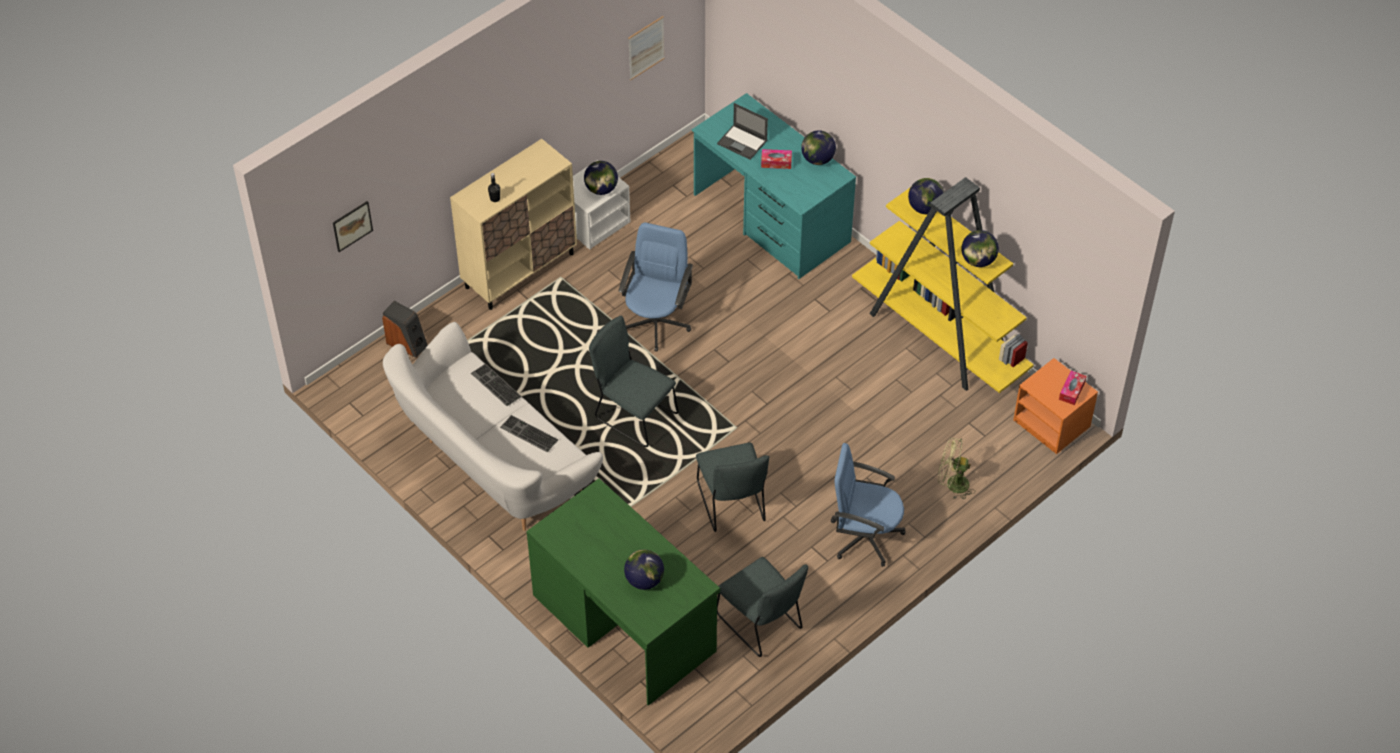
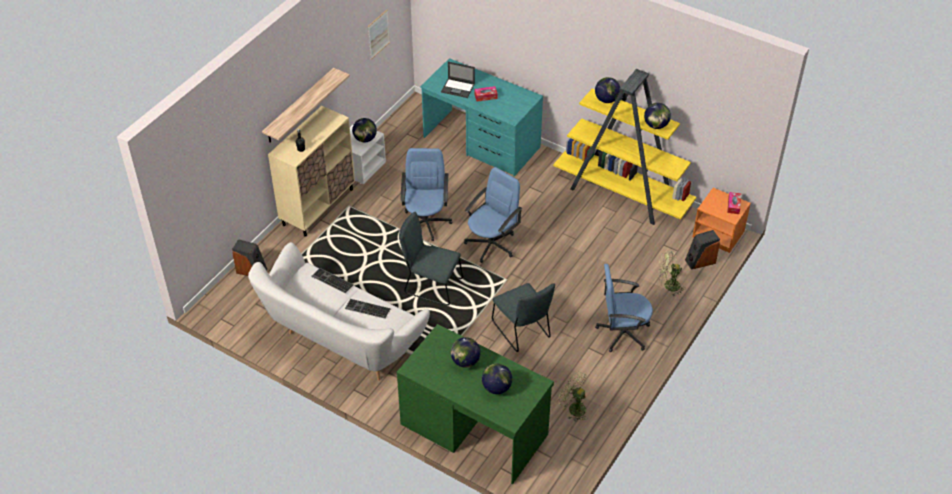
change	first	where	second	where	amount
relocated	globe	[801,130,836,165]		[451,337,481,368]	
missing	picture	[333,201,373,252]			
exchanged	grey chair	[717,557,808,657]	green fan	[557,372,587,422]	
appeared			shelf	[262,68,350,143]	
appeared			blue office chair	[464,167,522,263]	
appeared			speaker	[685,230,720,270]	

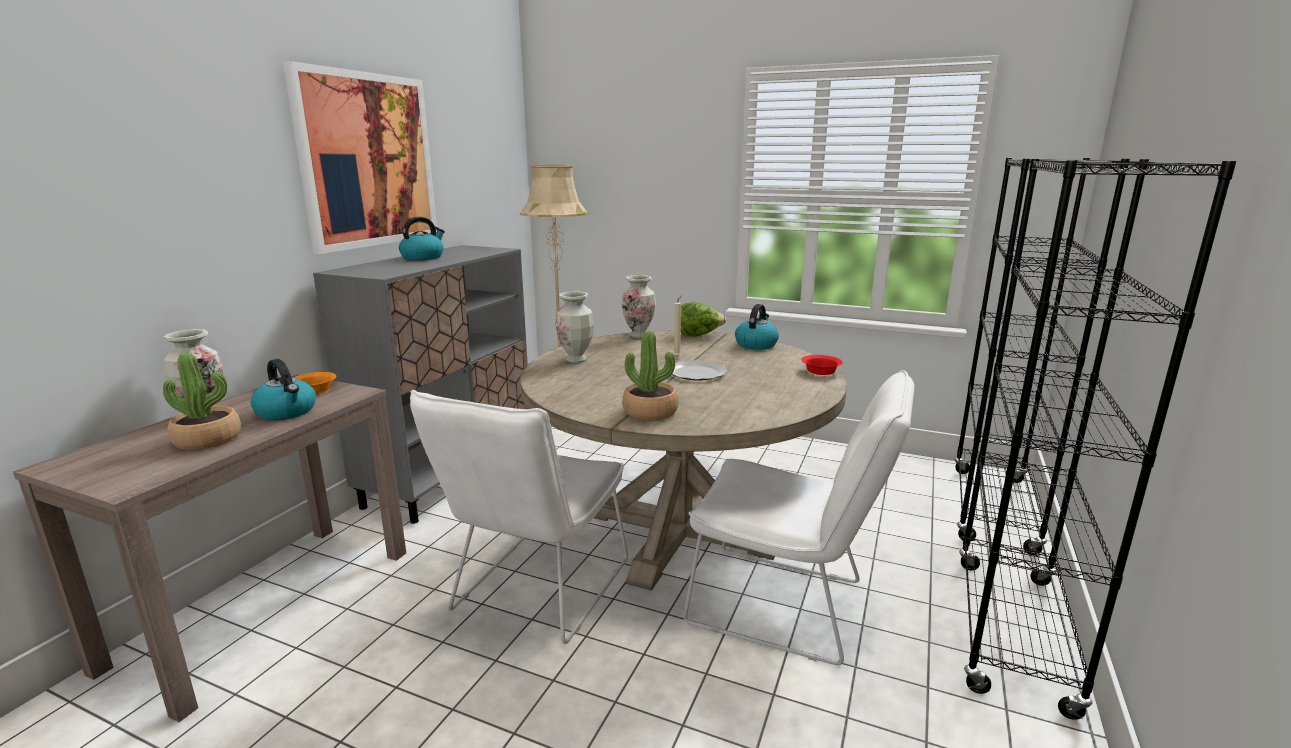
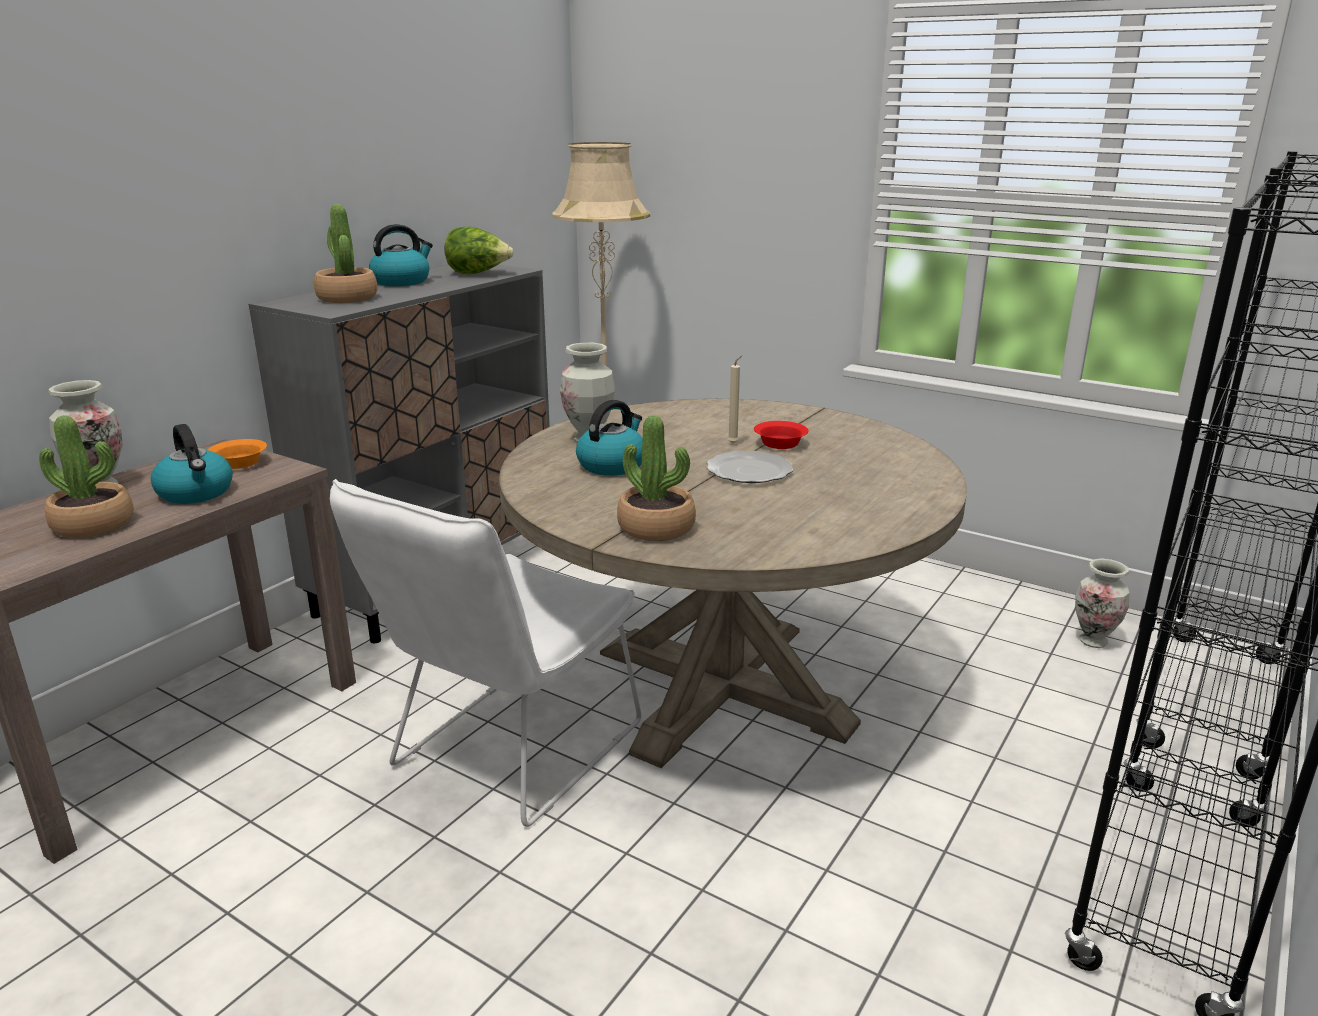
change	first	where	second	where	amount
missing	picture	[283,61,437,254]			
relocated	vase	[622,275,656,338]		[1075,558,1130,648]	
relocated	lettuce	[681,302,726,337]		[445,227,513,274]	
relocated	kettle	[735,304,779,350]		[576,400,643,476]	
relocated	red bowl	[801,355,843,375]		[754,421,809,449]	
missing	white chair	[683,370,914,665]			
appeared			potted plant	[314,204,377,303]	

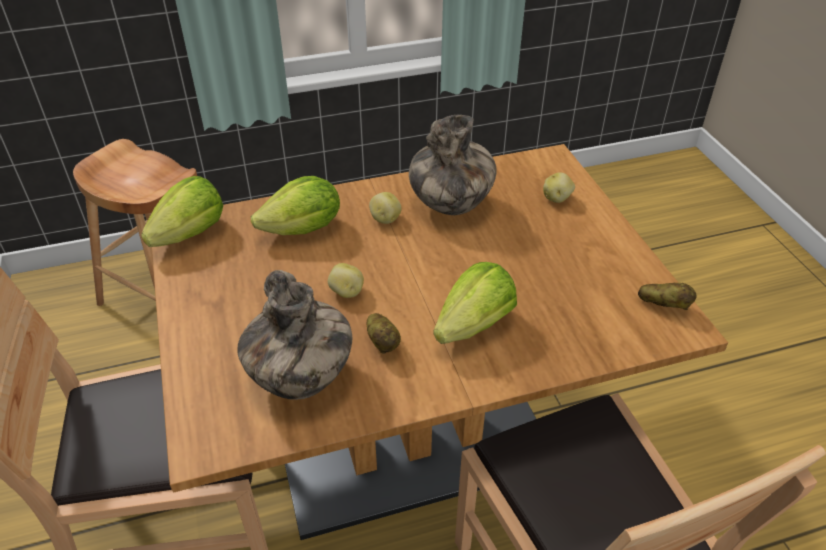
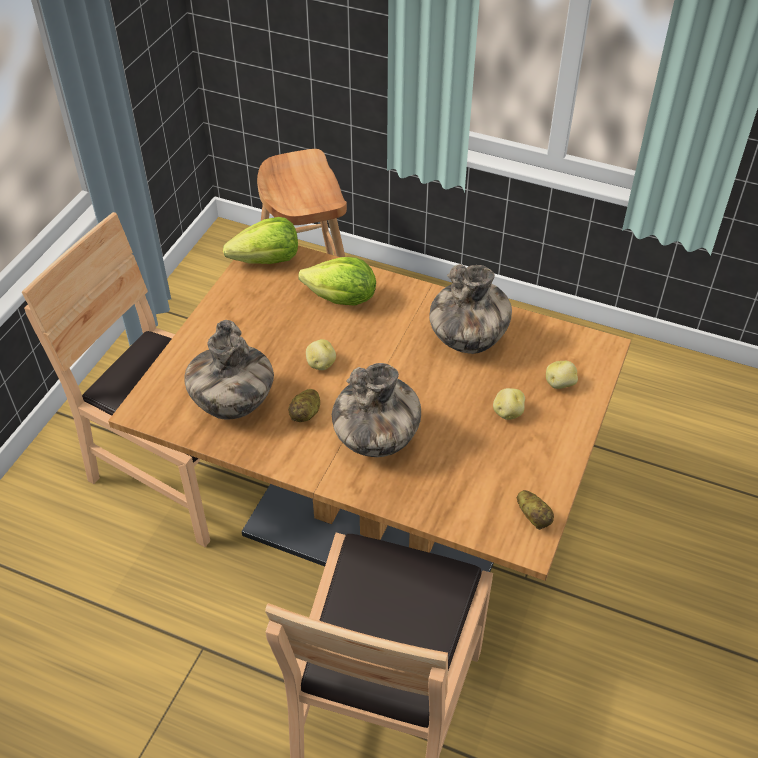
change	first	where	second	where	amount
relocated	potato	[369,192,402,224]		[493,388,525,420]	
exchanged	lettuce	[433,262,517,344]	vase	[332,363,421,457]	

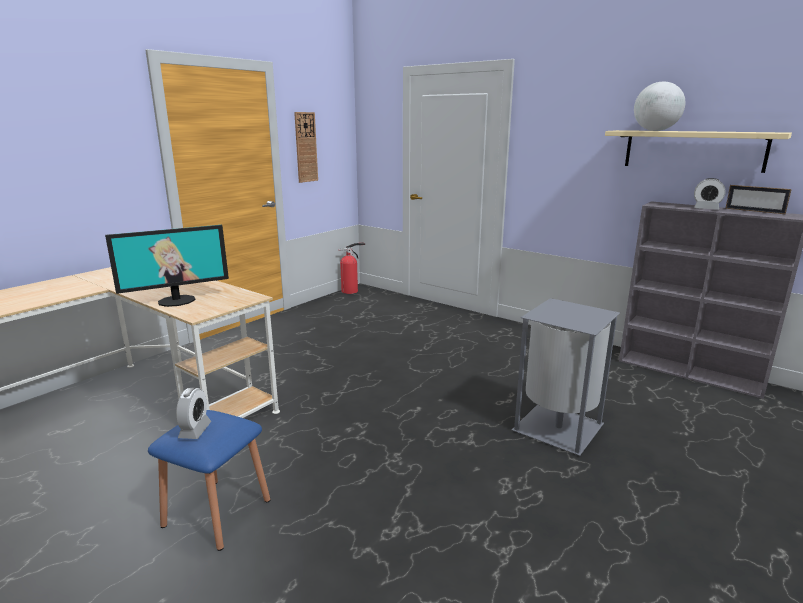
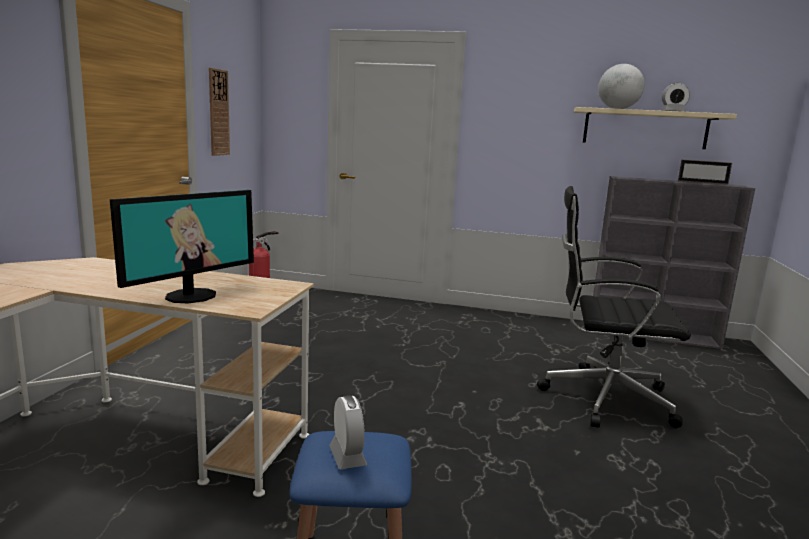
change	first	where	second	where	amount
relocated	alarm clock	[694,178,726,210]		[662,83,690,111]	
exchanged	grey trash can	[512,298,620,456]	black office chair	[537,186,691,428]	

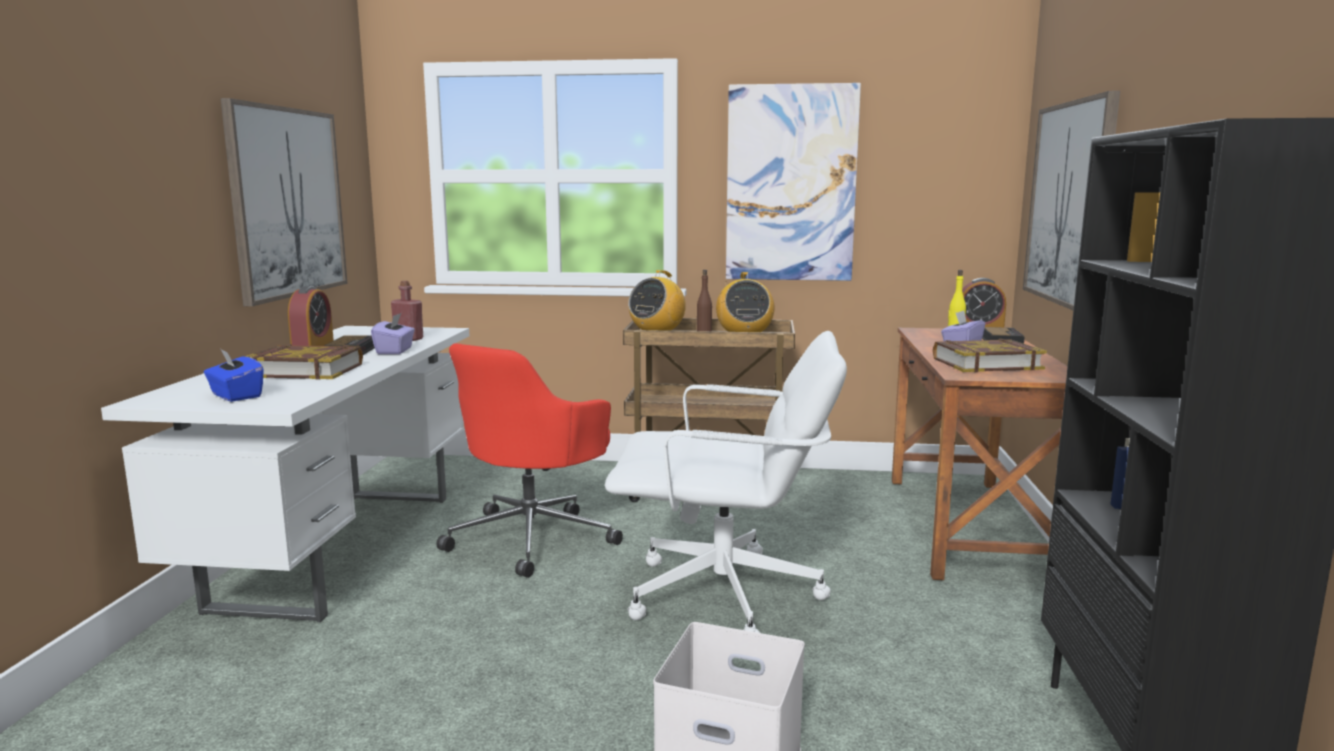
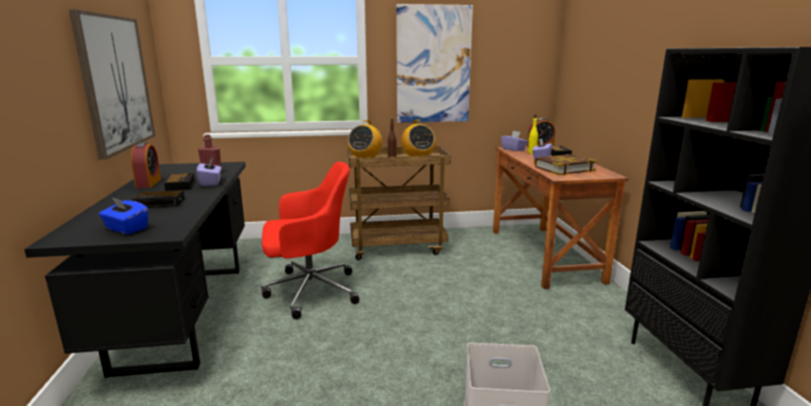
change	first	where	second	where	amount
missing	picture	[1023,91,1120,310]			
colour	white desk	[101,326,469,622]	black desk	[24,162,246,378]	
missing	white office chair	[605,331,847,633]			
spun	red office chair	[436,343,623,578]		[261,162,359,319]	120 degrees counterclockwise
exchanged	book	[245,344,363,380]	alarm clock	[132,190,185,208]	
appeared			purple tissue box	[501,131,528,151]	

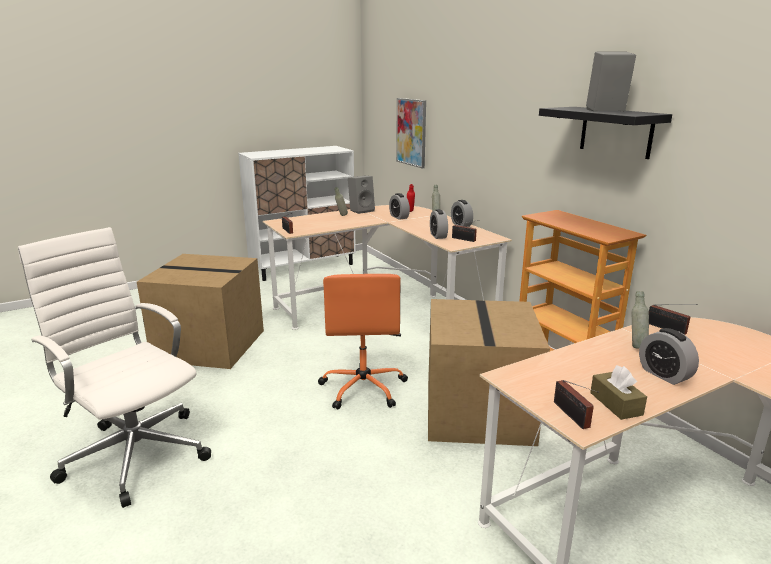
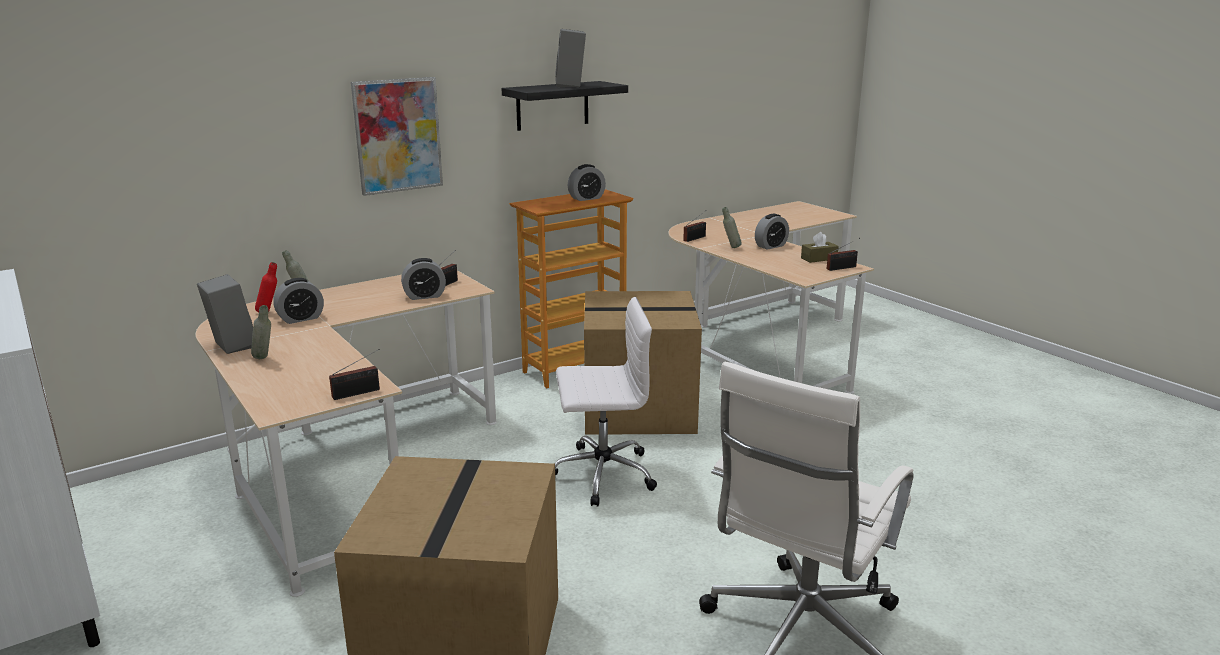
change	first	where	second	where	amount
relocated	picture	[396,98,426,168]		[351,77,443,196]	
relocated	alarm clock	[451,200,473,227]		[568,164,606,201]	
colour	orange office chair	[318,274,408,409]	white office chair	[554,297,657,507]	

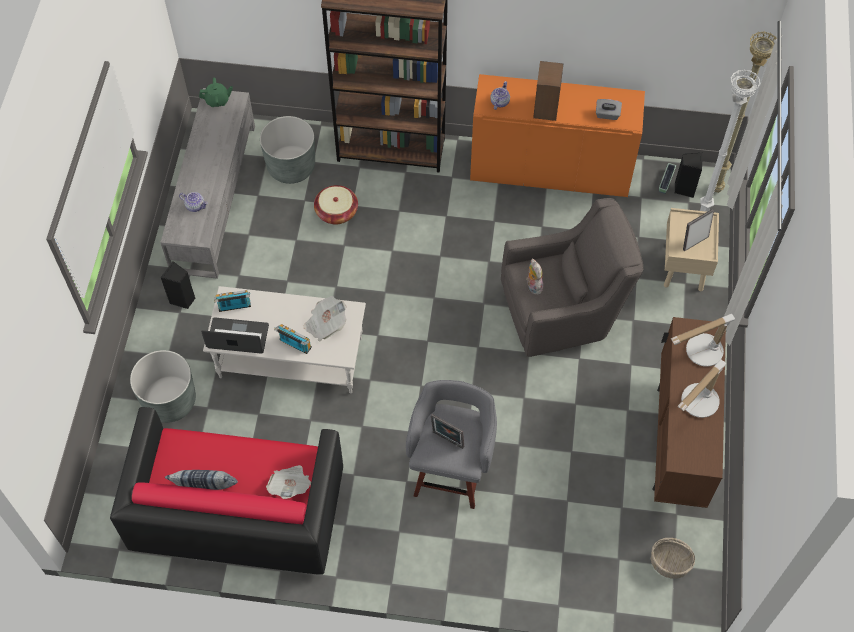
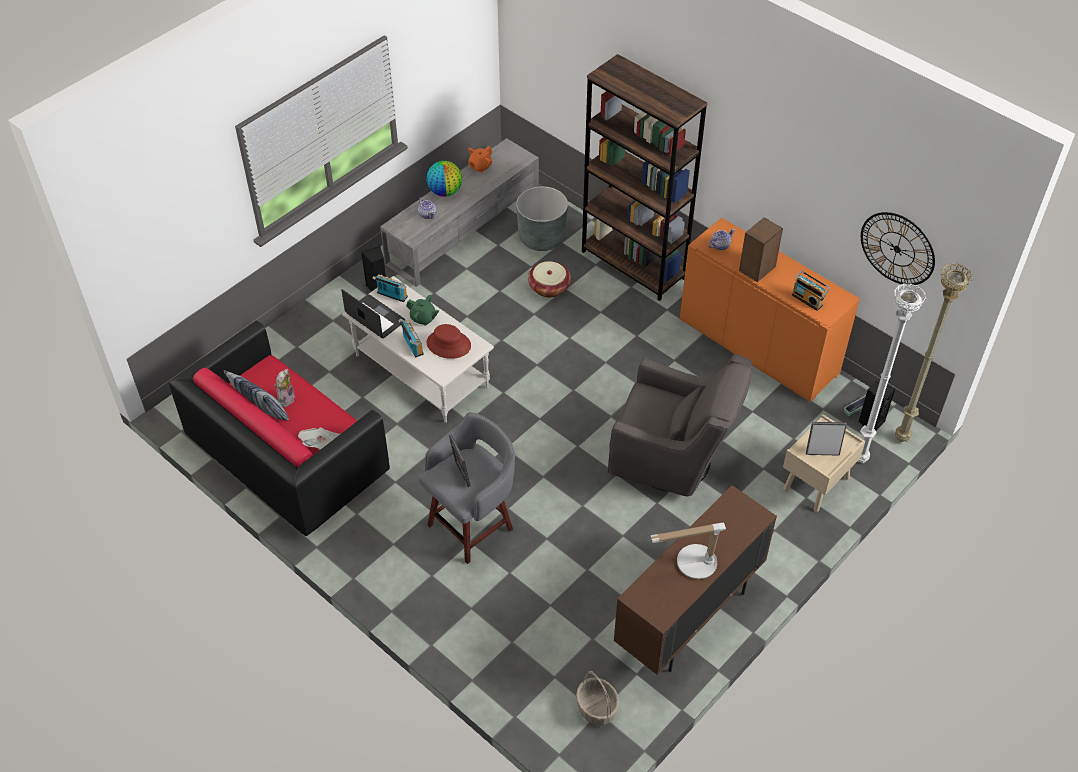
change	first	where	second	where	amount
relocated	green teapot	[199,77,233,107]		[406,295,439,326]	
exchanged	grey tissue box	[596,99,622,120]	radio	[792,271,830,311]	
relocated	plush toy	[526,259,543,295]		[274,369,296,407]	
exchanged	newspaper	[303,296,347,342]	red hat	[427,324,471,359]	
missing	table lamp	[670,314,735,367]			
missing	grey planter	[130,350,196,423]			
appeared			orange teapot	[468,146,492,173]	
appeared			globe	[427,161,462,197]	
appeared			wall clock	[861,212,935,285]	

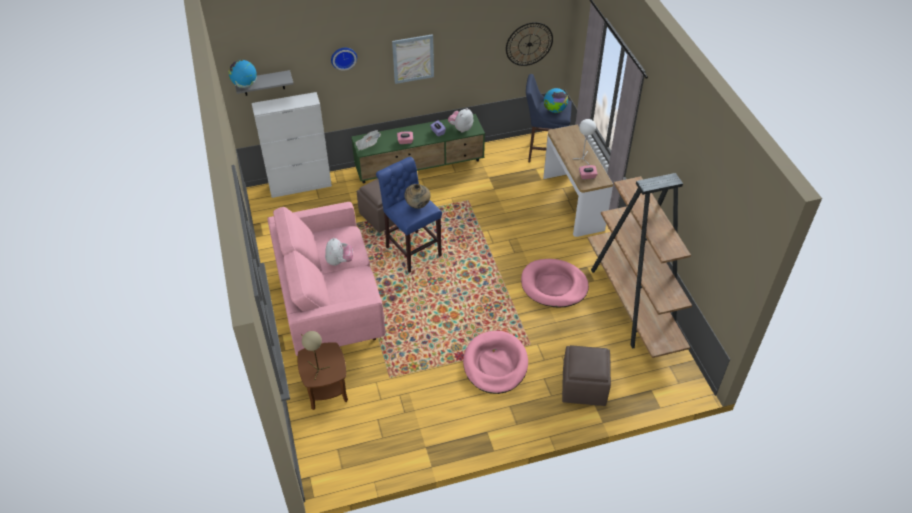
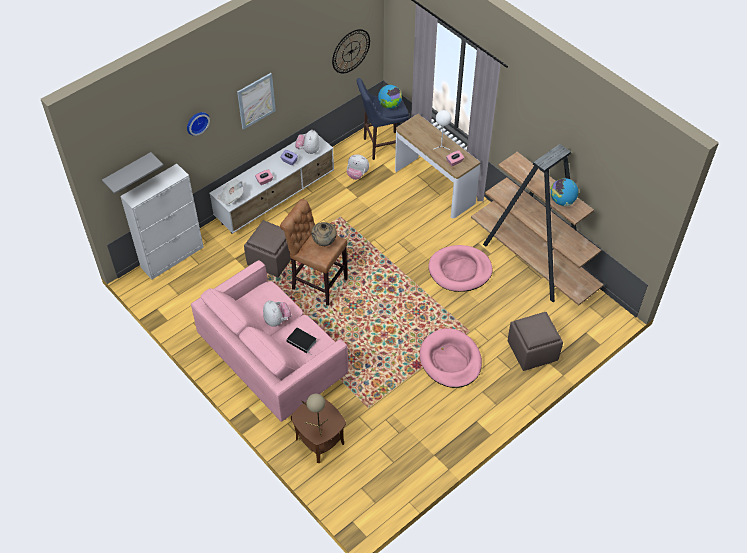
change	first	where	second	where	amount
relocated	globe	[228,59,257,88]		[550,178,579,206]	
colour	green tv stand	[351,114,485,183]	white tv stand	[209,135,334,234]	
colour	blue stool	[376,157,442,273]	brown stool	[280,199,348,306]	
appeared			plush toy	[347,155,369,180]	
appeared			book	[286,327,317,354]	

